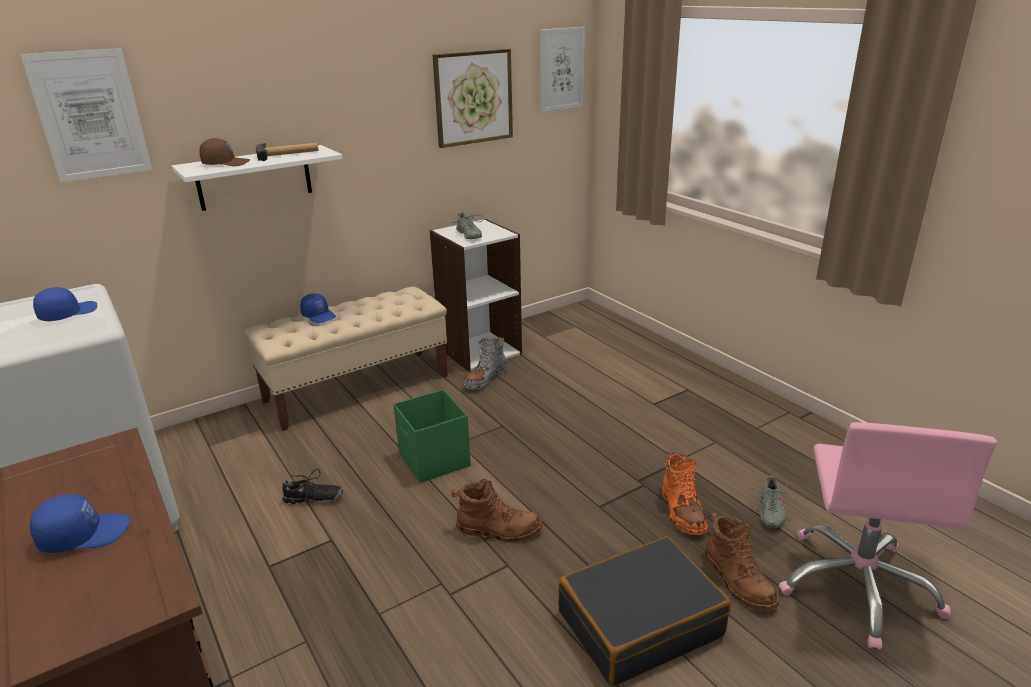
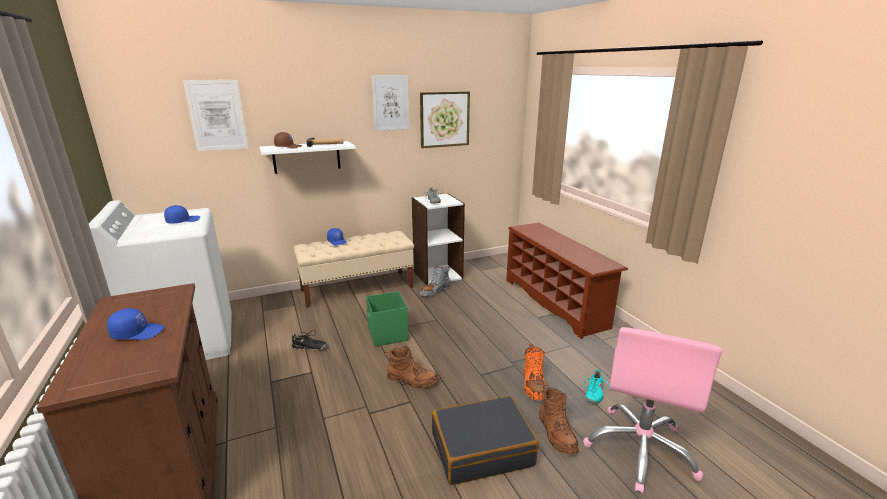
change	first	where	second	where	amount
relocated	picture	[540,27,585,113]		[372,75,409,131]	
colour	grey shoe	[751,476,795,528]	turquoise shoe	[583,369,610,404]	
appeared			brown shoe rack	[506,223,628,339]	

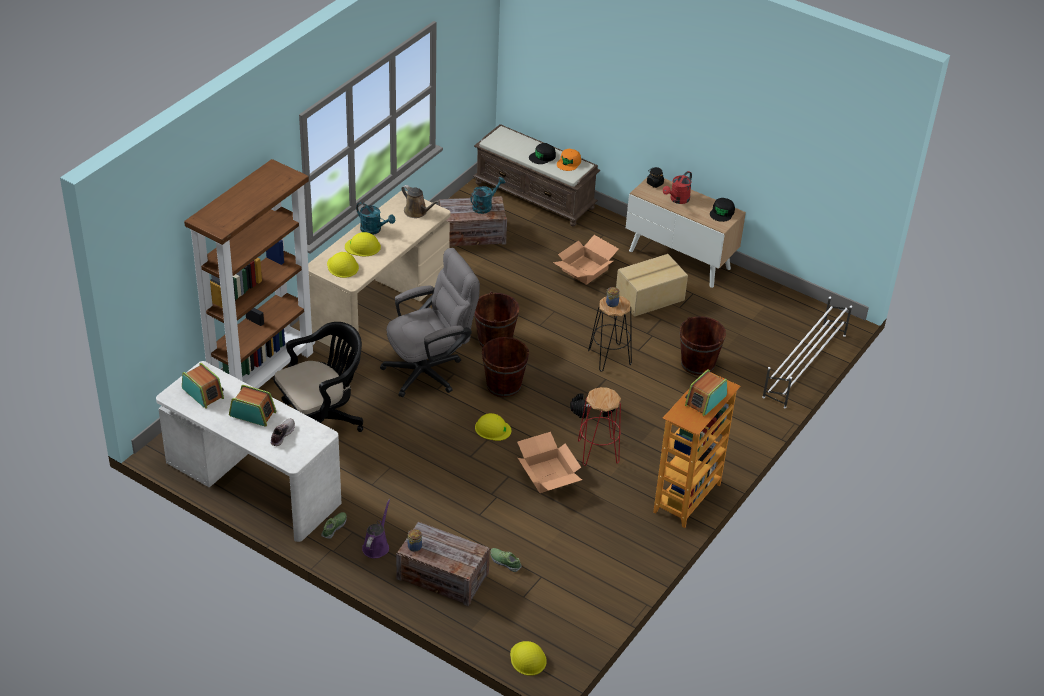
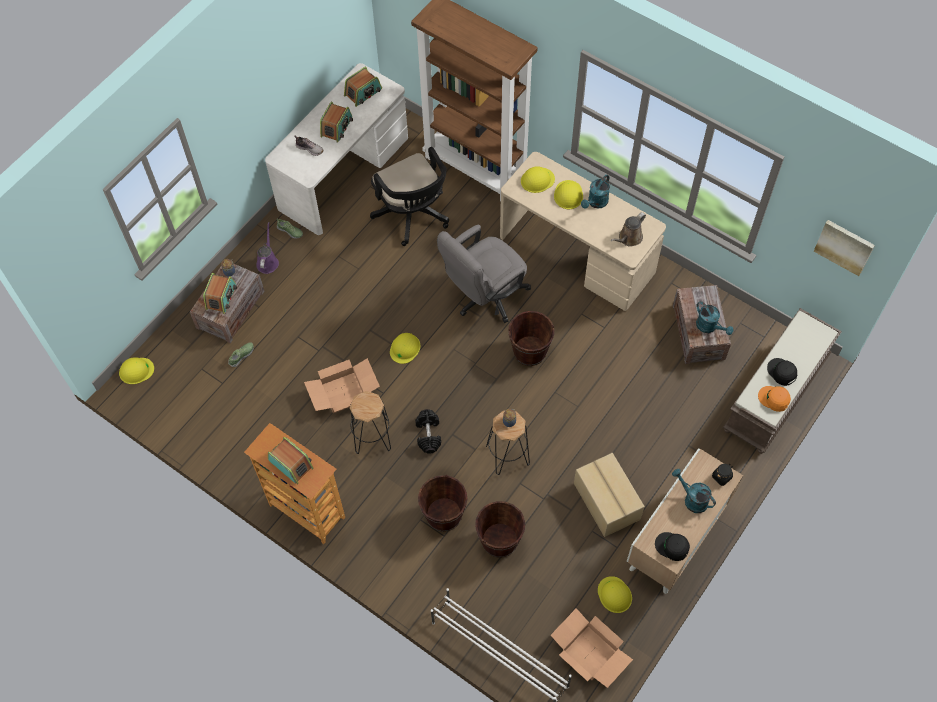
change	first	where	second	where	amount
colour	red watering can	[663,171,692,204]	turquoise watering can	[672,469,716,513]	
relocated	cardboard box	[553,235,619,285]		[551,608,633,688]	
spun	grey office chair	[380,248,480,397]		[437,225,531,323]	75 degrees clockwise
relocated	brown bucket	[482,337,529,397]		[418,475,467,532]	
colour	red stool	[578,387,621,466]	black stool	[350,391,391,454]	
spun	purple watering can	[362,499,390,558]		[256,222,279,274]	105 degrees counterclockwise
appeared			picture	[814,220,875,276]	
appeared			radio	[203,273,237,314]	
appeared			yellow hard hat	[598,576,632,613]	

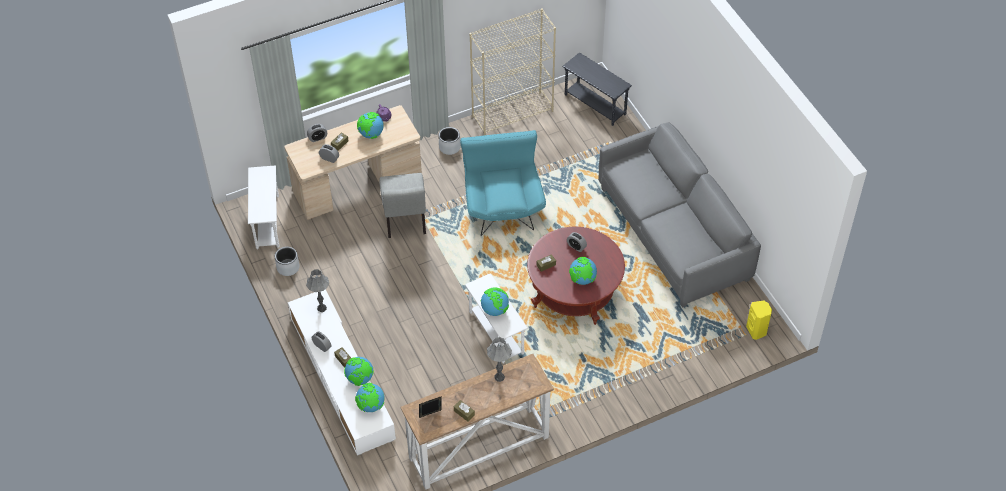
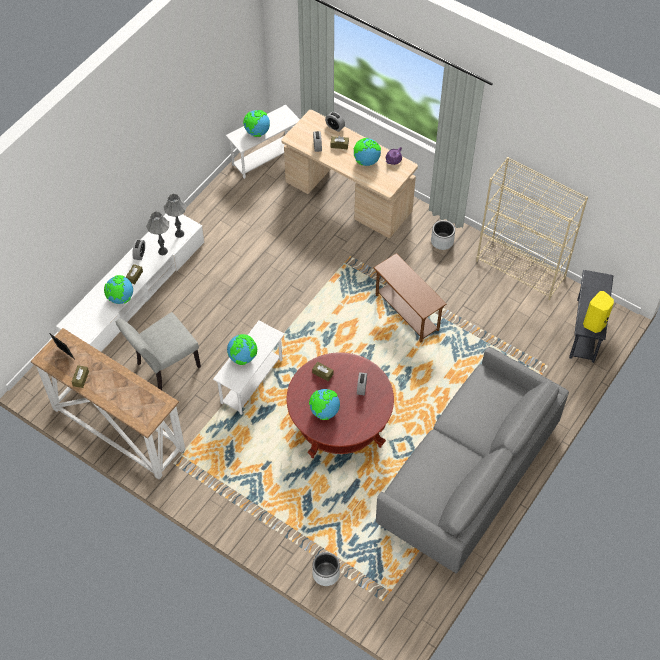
change	first	where	second	where	amount
exchanged	turquoise armchair	[460,130,546,236]	brown side table	[373,253,447,342]	
relocated	grey chair	[379,173,426,238]		[116,312,201,390]	
relocated	grey planter	[275,247,300,276]		[312,552,340,586]	
relocated	yellow speaker	[746,300,772,340]		[583,291,614,333]	
relocated	grey table lamp	[487,337,512,382]		[146,211,169,255]	
relocated	globe	[355,383,385,412]		[243,110,270,137]	

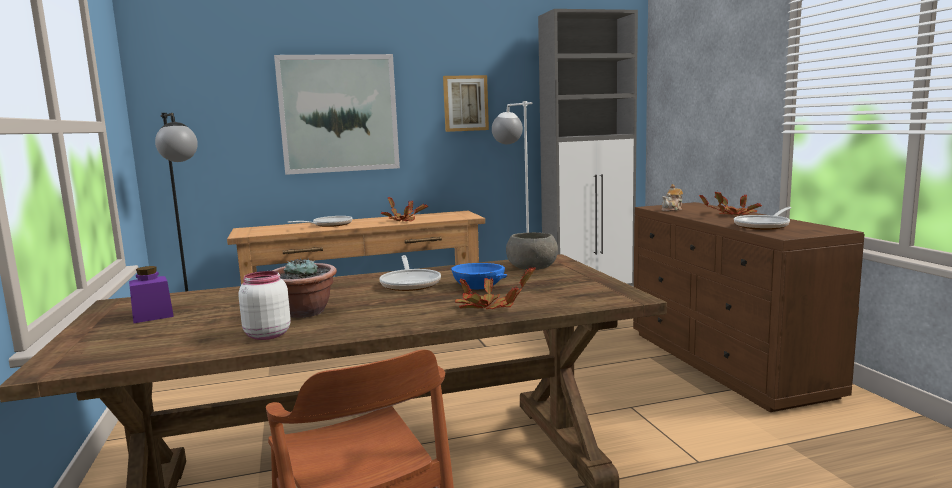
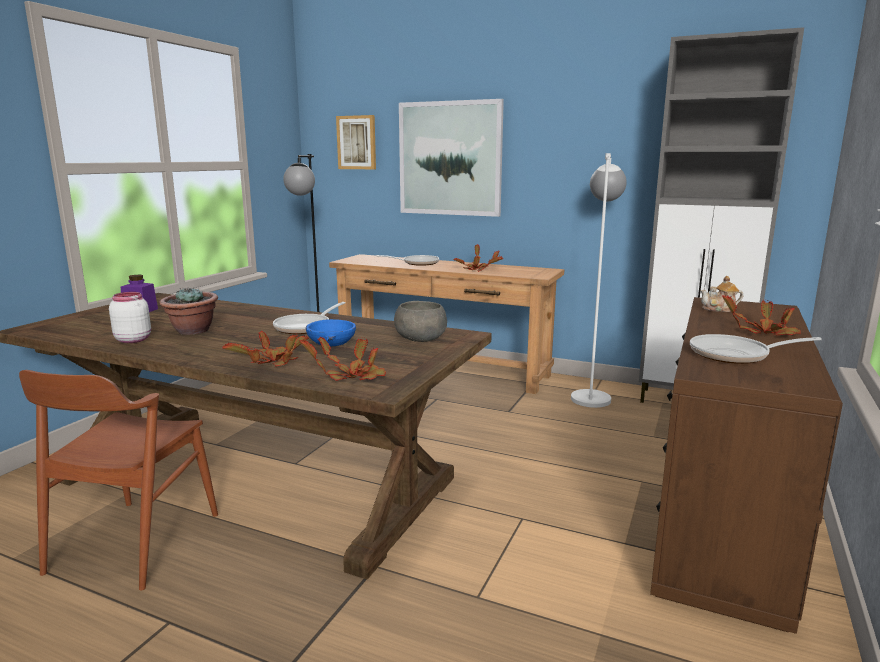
change	first	where	second	where	amount
relocated	picture	[443,75,489,132]		[336,115,376,169]	
appeared			potted plant	[300,337,386,381]	

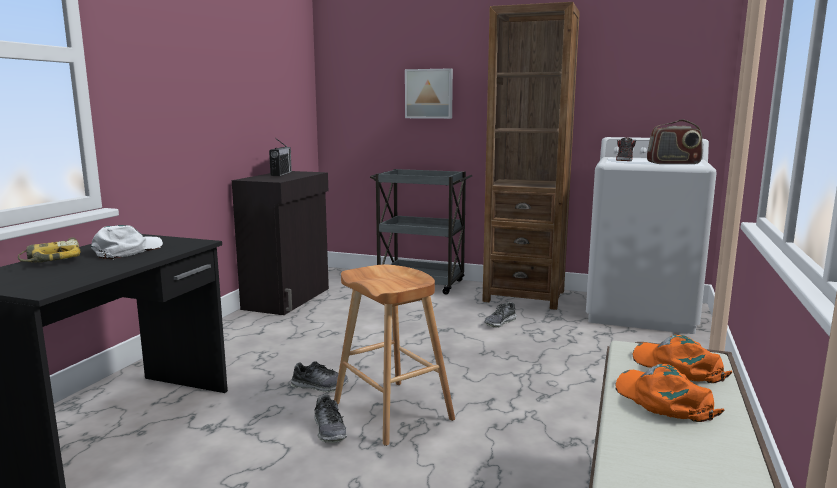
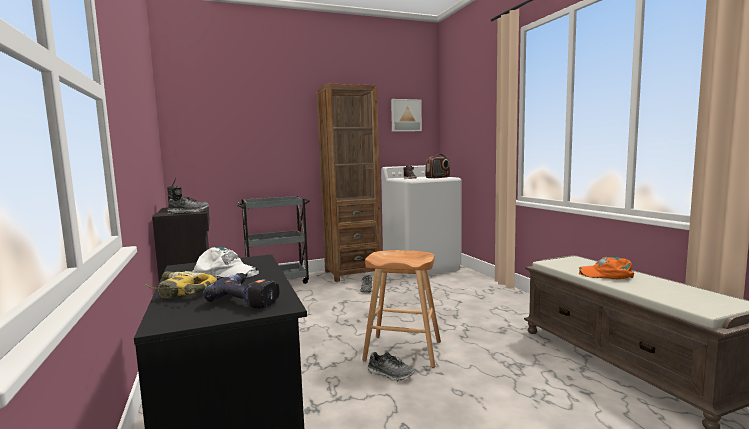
change	first	where	second	where	amount
relocated	picture	[405,68,453,119]		[391,99,422,132]	
spun	white cap	[91,225,163,260]		[191,247,259,278]	120 degrees clockwise
missing	orange cap	[632,335,732,383]			
relocated	shoe	[291,361,348,392]		[167,196,209,214]	
appeared			power drill	[203,273,280,309]	

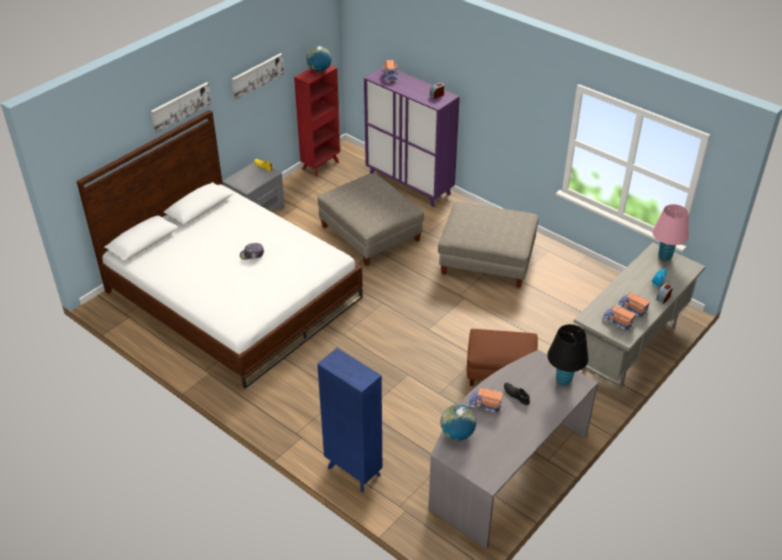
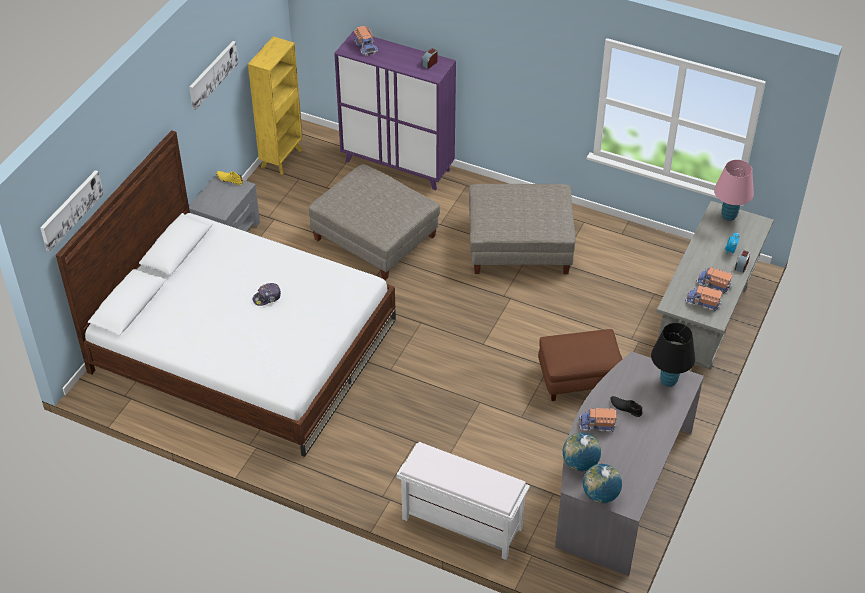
change	first	where	second	where	amount
relocated	globe	[307,46,332,72]		[583,464,622,503]	
colour	red bookcase	[294,65,341,176]	yellow bookcase	[248,37,303,175]	
relocated	picture	[151,82,211,133]		[40,170,104,251]	
exchanged	blue bookcase	[317,348,382,492]	white bench	[396,442,530,560]	

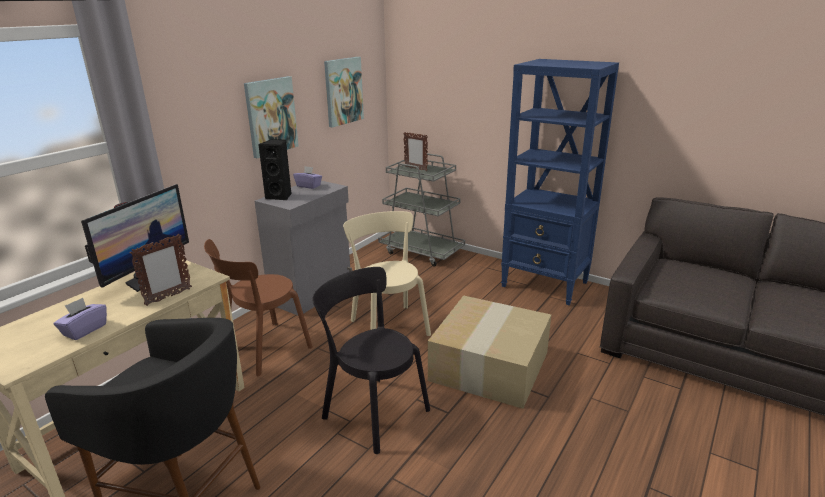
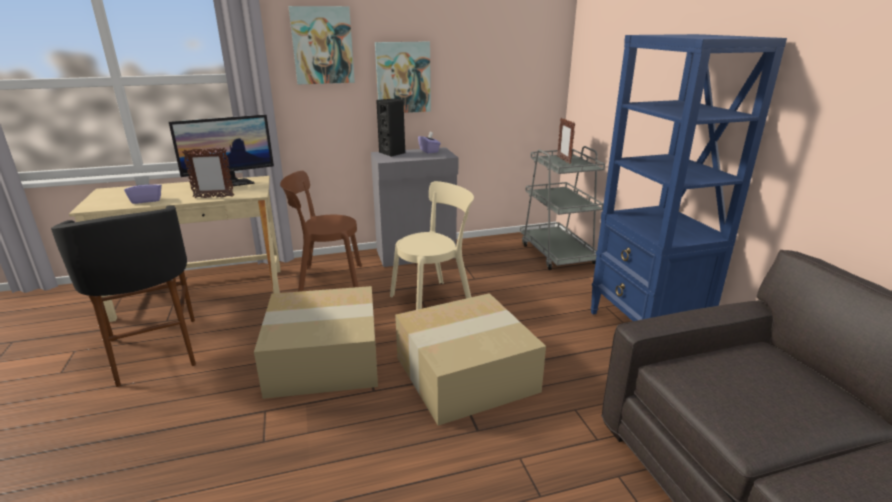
change	first	where	second	where	amount
relocated	picture	[324,57,364,128]		[289,6,355,84]	
spun	beige chair	[343,211,431,336]		[390,181,474,310]	45 degrees clockwise
exchanged	black chair	[312,267,430,454]	cardboard box	[254,286,378,399]	

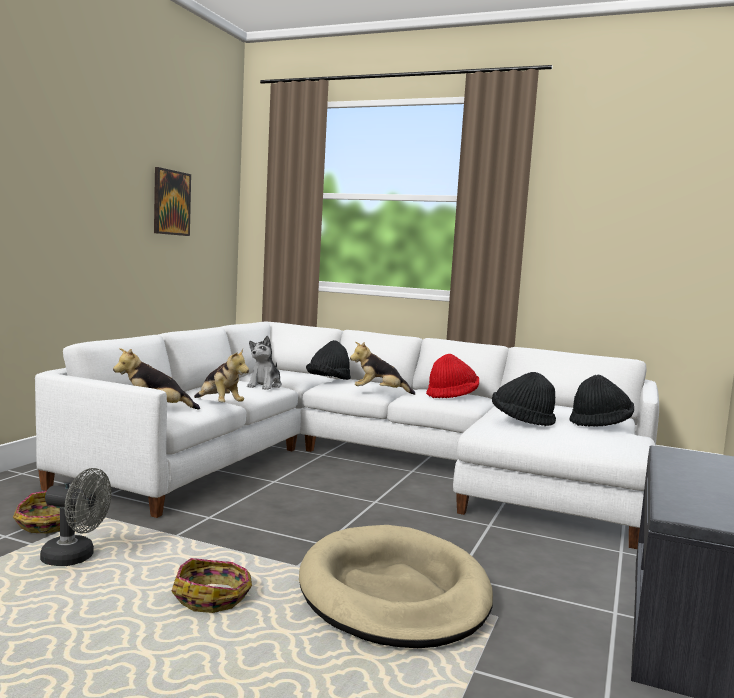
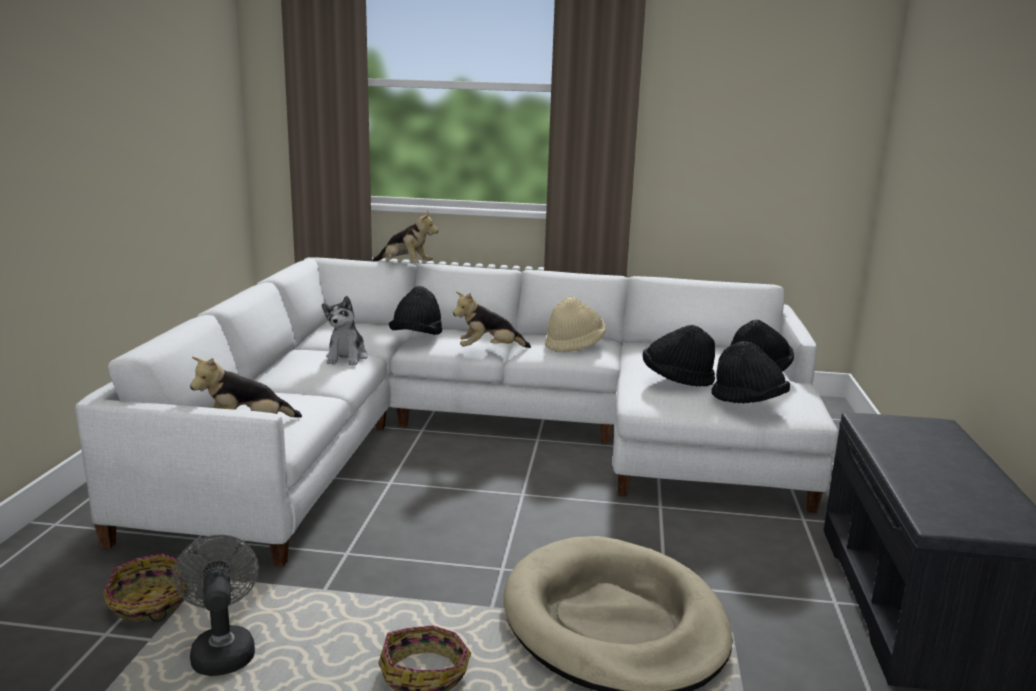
change	first	where	second	where	amount
missing	picture	[154,167,191,236]			
relocated	plush toy	[194,349,249,402]		[372,211,439,263]	
colour	red hat	[426,354,479,398]	beige hat	[545,297,606,352]	
spun	grey fan	[40,468,112,566]		[173,535,259,676]	105 degrees counterclockwise
appeared			black hat	[712,341,790,403]	

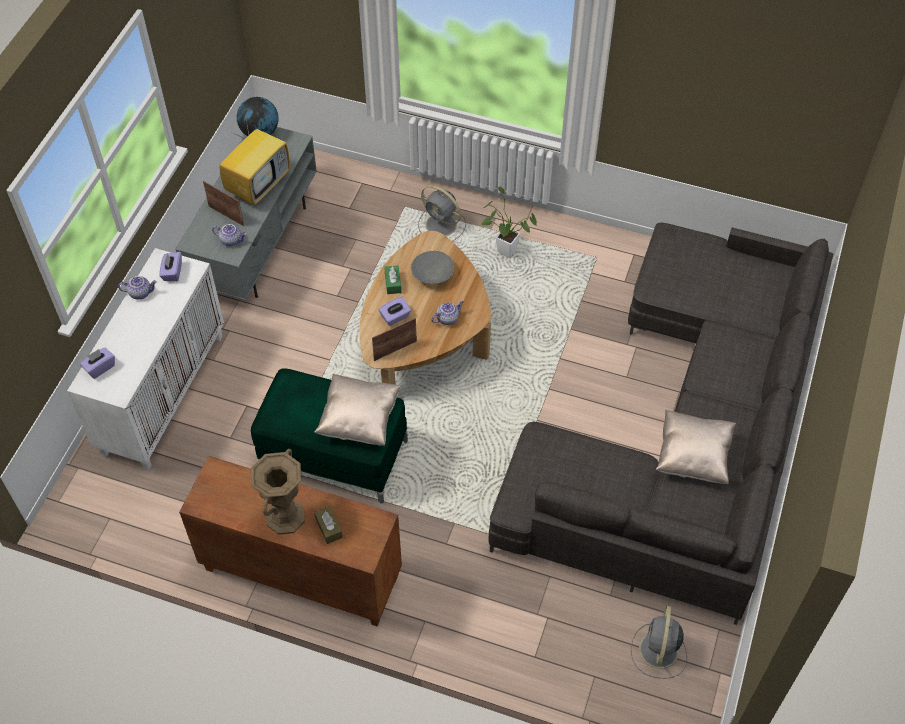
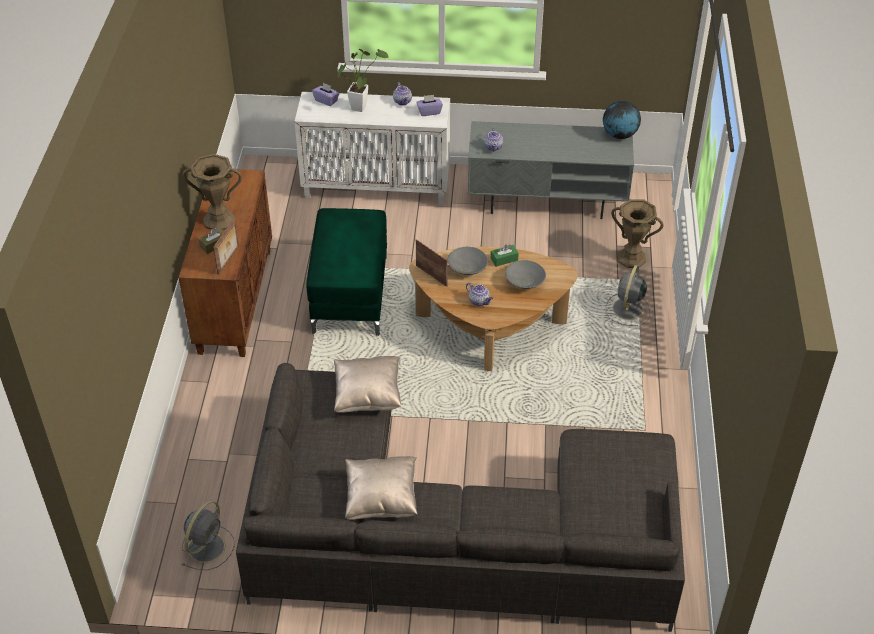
change	first	where	second	where	amount
missing	television	[220,110,290,205]			
relocated	picture frame	[203,181,244,226]		[213,218,239,275]	
relocated	potted plant	[481,186,537,258]		[338,49,388,112]	
exchanged	purple tissue box	[379,297,411,326]	grey bowl	[447,247,488,275]	
relocated	beige pillow	[314,374,401,446]		[334,356,402,413]	
spun	grey fan	[631,606,687,679]		[182,501,235,570]	120 degrees clockwise
appeared			brown vase	[611,199,664,268]	

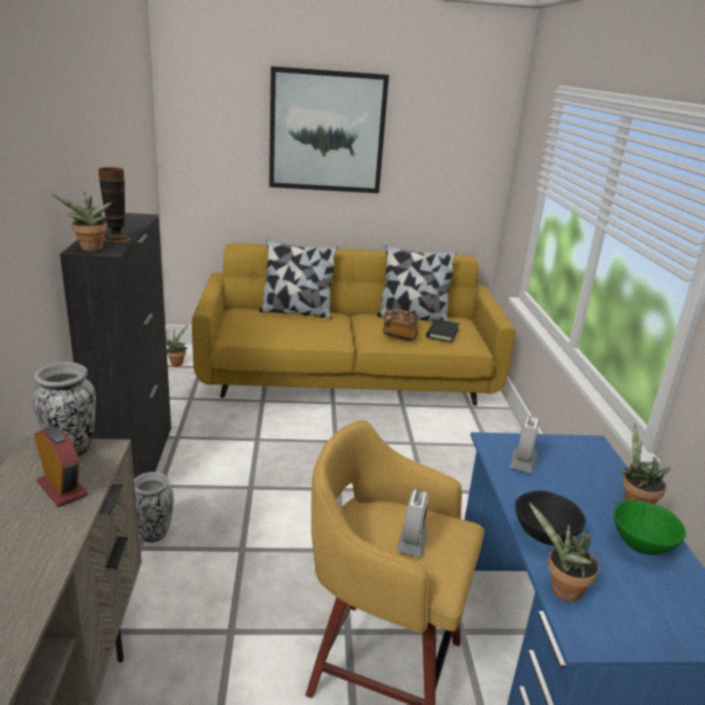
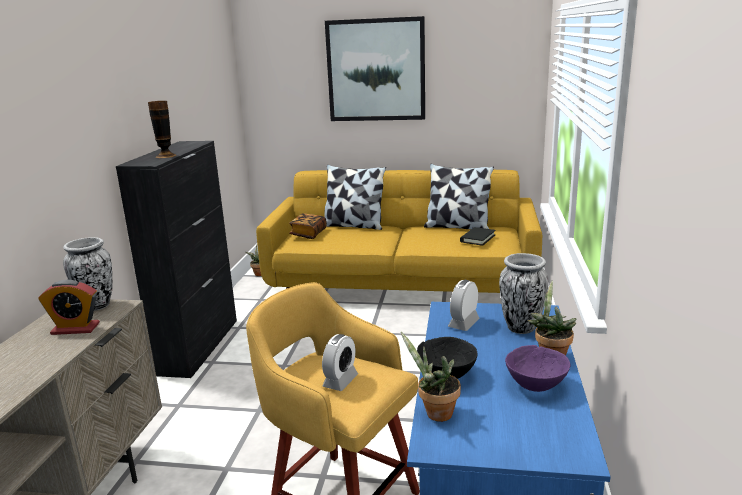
change	first	where	second	where	amount
missing	potted plant	[52,191,112,252]			
relocated	book	[383,308,418,341]		[289,213,327,239]	
spun	alarm clock	[34,426,88,507]		[38,280,100,335]	120 degrees clockwise
relocated	vase	[134,472,174,543]		[499,253,549,334]	
colour	green bowl	[613,499,686,555]	purple bowl	[505,345,570,392]	

